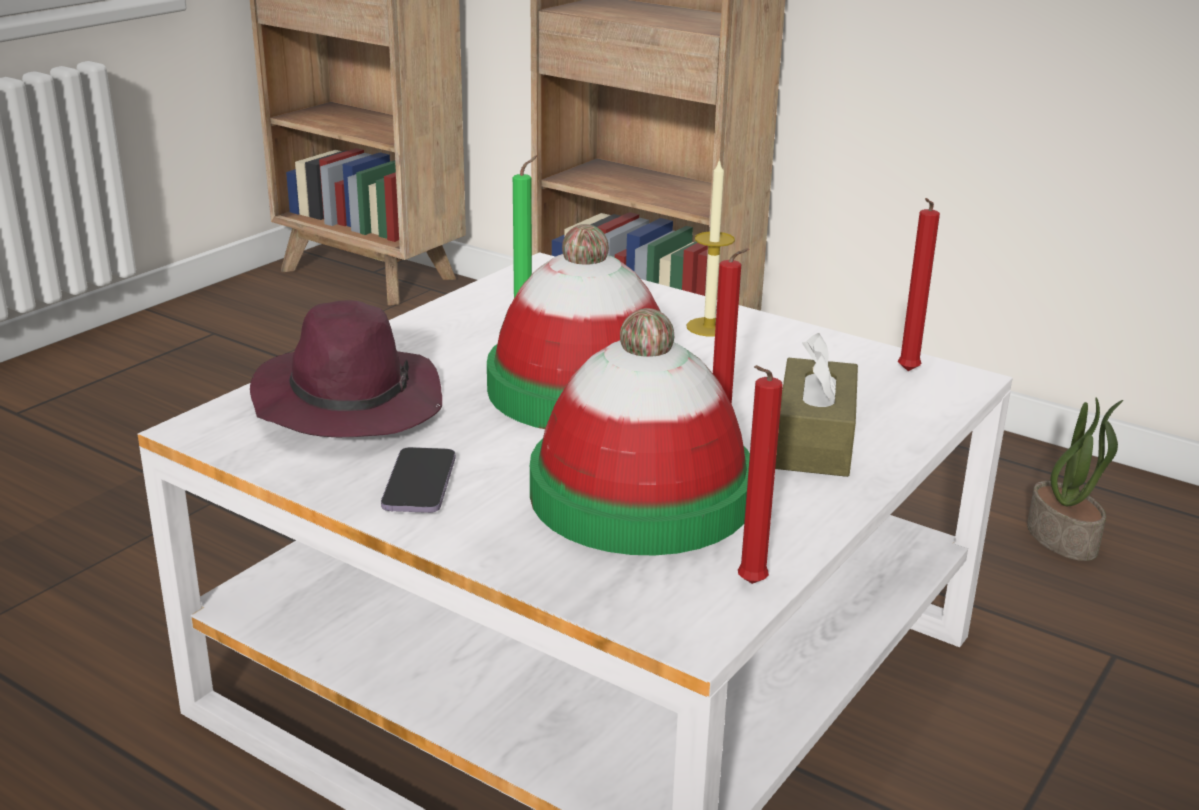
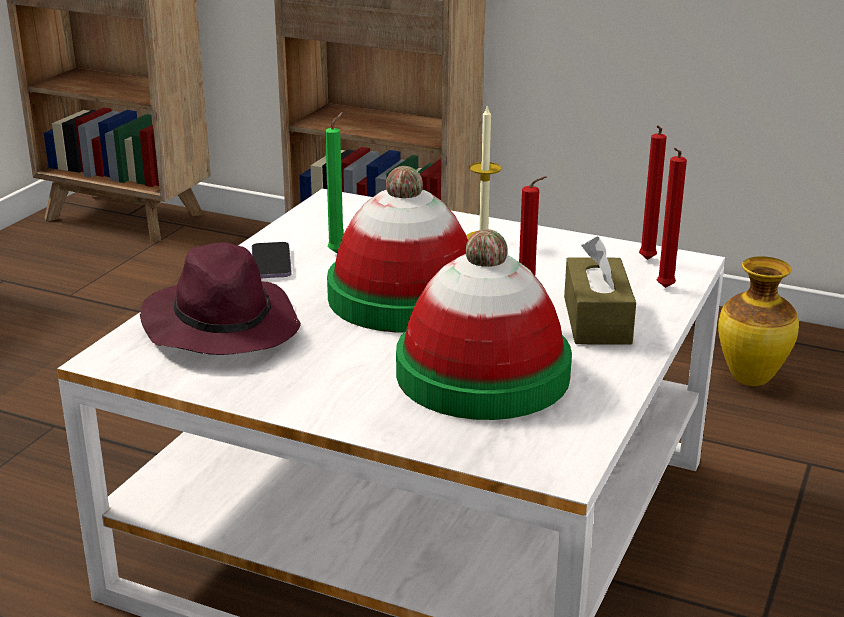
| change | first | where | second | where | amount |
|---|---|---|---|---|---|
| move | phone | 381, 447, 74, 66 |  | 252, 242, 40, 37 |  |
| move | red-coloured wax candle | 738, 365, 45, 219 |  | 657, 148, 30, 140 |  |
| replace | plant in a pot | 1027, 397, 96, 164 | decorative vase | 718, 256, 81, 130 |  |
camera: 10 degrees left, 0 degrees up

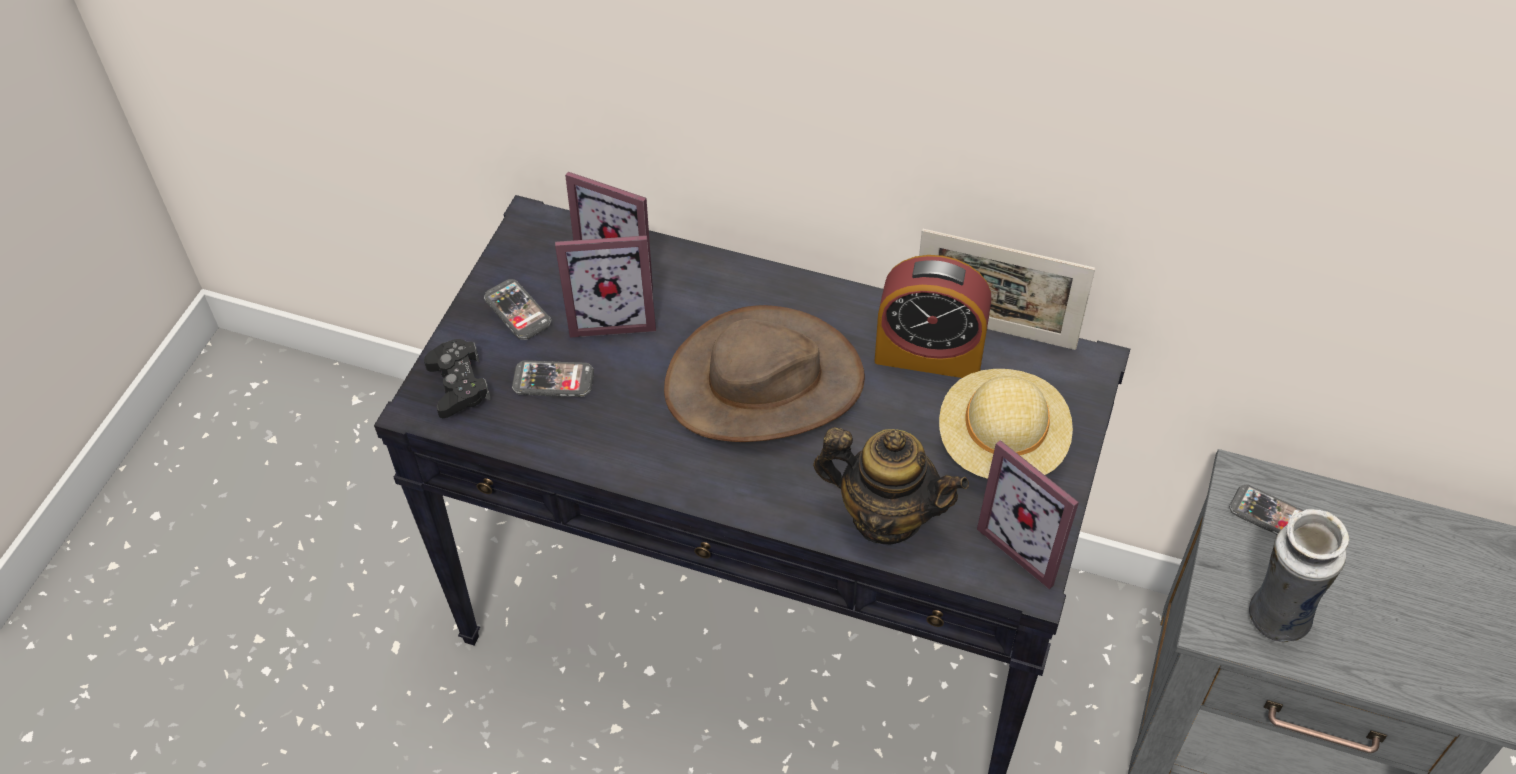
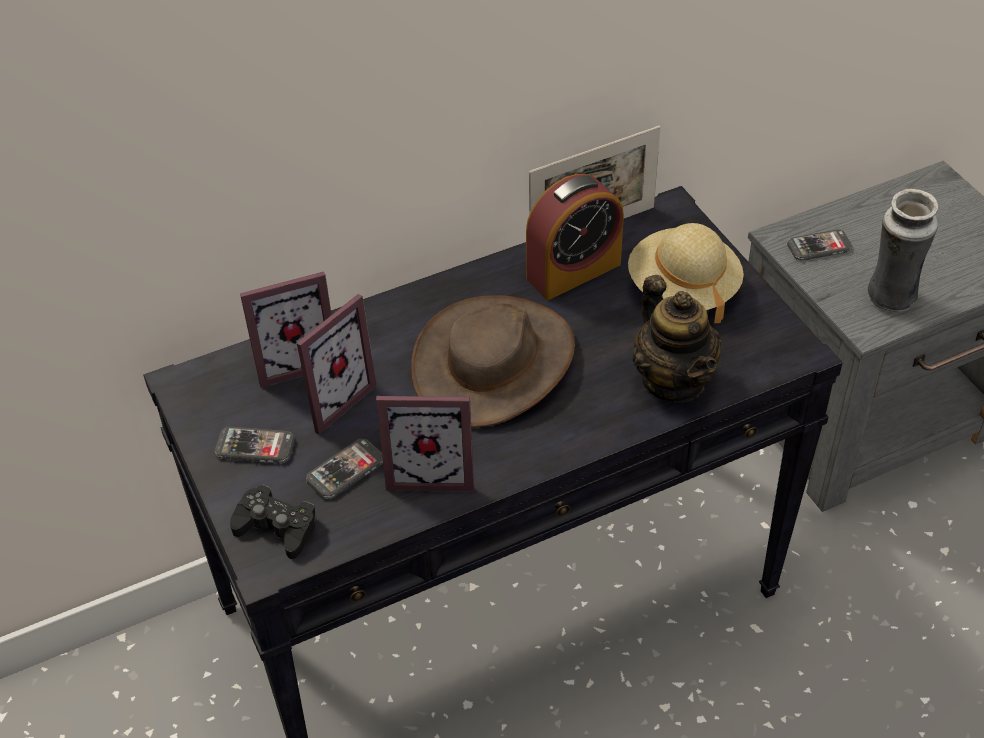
| change | first | where | second | where | amount |
|---|---|---|---|---|---|
| rotate | teapot | 813, 427, 156, 117 |  | 632, 275, 89, 128 | 90 degrees clockwise |
| move | picture frame | 977, 440, 102, 149 |  | 376, 396, 98, 96 |  |
camera: 45 degrees left, 5 degrees down

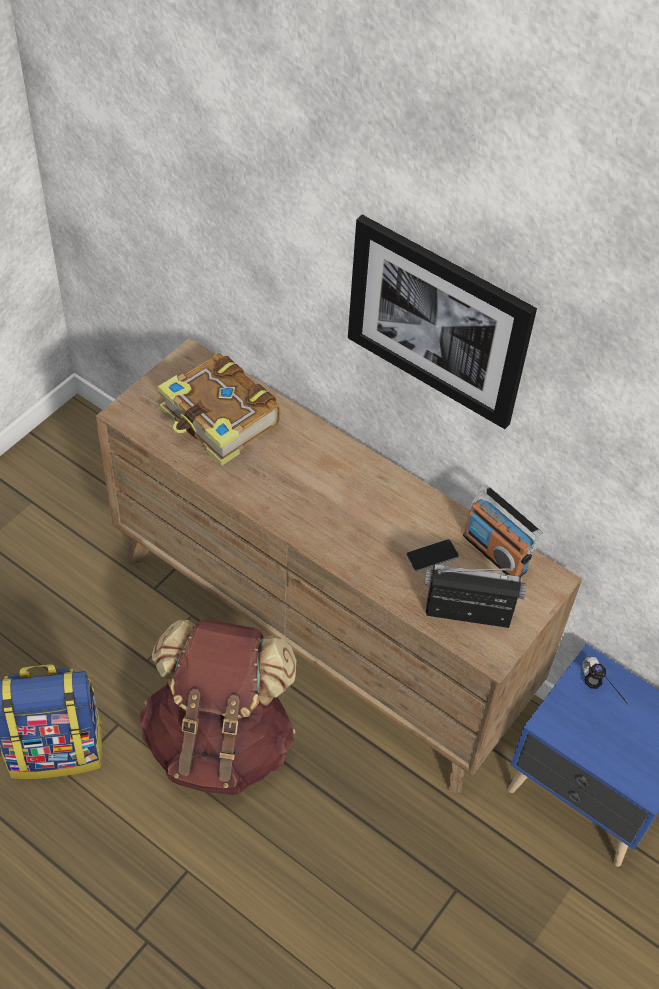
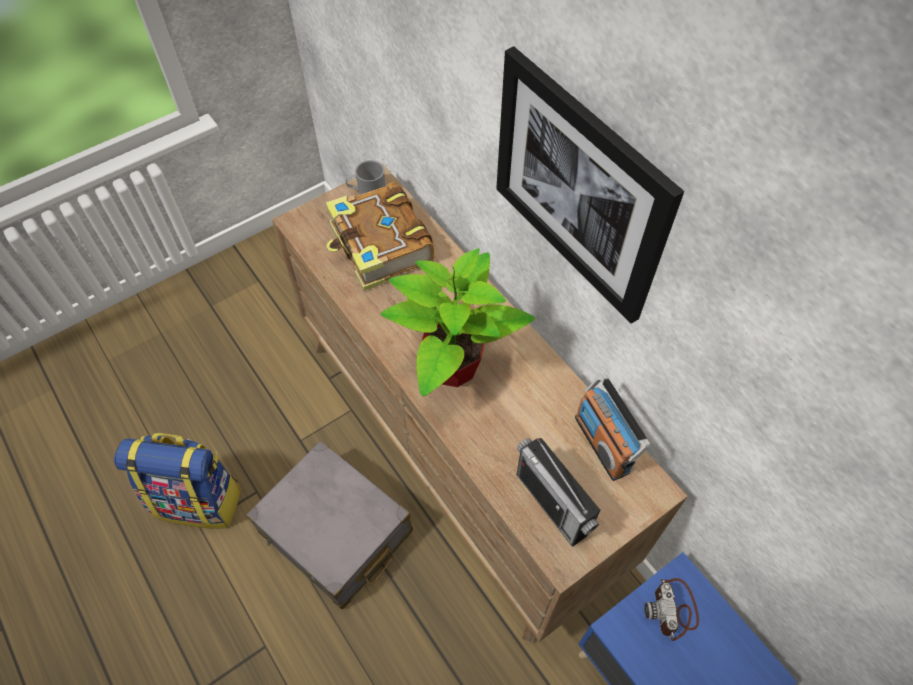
| change | first | where | second | where | amount |
|---|---|---|---|---|---|
| replace | brownish knapsack | 140, 619, 156, 176 | grey piece of luggage | 246, 441, 167, 168 |  |
| delete | phone | 406, 539, 53, 33 |  |  |  |
| rotate | radio receiver | 424, 564, 102, 64 |  | 517, 438, 83, 109 | 150 degrees counterclockwise |
| replace | headset | 581, 656, 48, 49 | photo camera | 644, 578, 55, 63 |  |
| insert |  |  | grey coffee mug | 346, 160, 40, 35 |  |
| insert |  |  | plant in a pot | 380, 248, 155, 148 |  |
camera: 20 degrees right, 5 degrees up

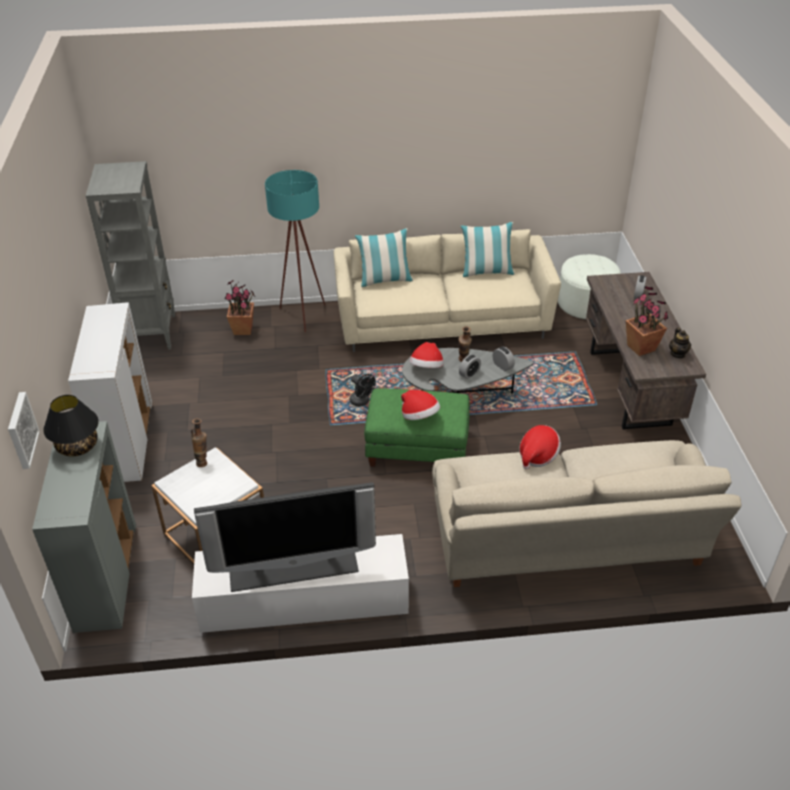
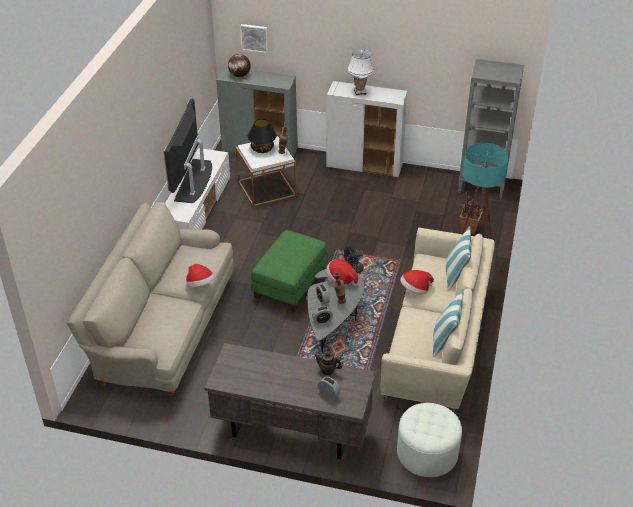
| change | first | where | second | where | amount |
|---|---|---|---|---|---|
| move | blackish tabletop lamp | 43, 395, 56, 61 |  | 248, 119, 29, 34 |  |
| move | clothing hat | 401, 390, 39, 30 |  | 400, 270, 34, 24 |  |
| delete | plant in a pot | 626, 286, 42, 70 |  |  |  |
| move | teapot | 669, 327, 22, 32 |  | 314, 352, 28, 23 |  |
| insert |  |  | world globe | 228, 54, 23, 23 |  |
| insert |  |  | white tabletop lamp | 348, 49, 26, 46 |  |
camera: 110 degrees right, 0 degrees up

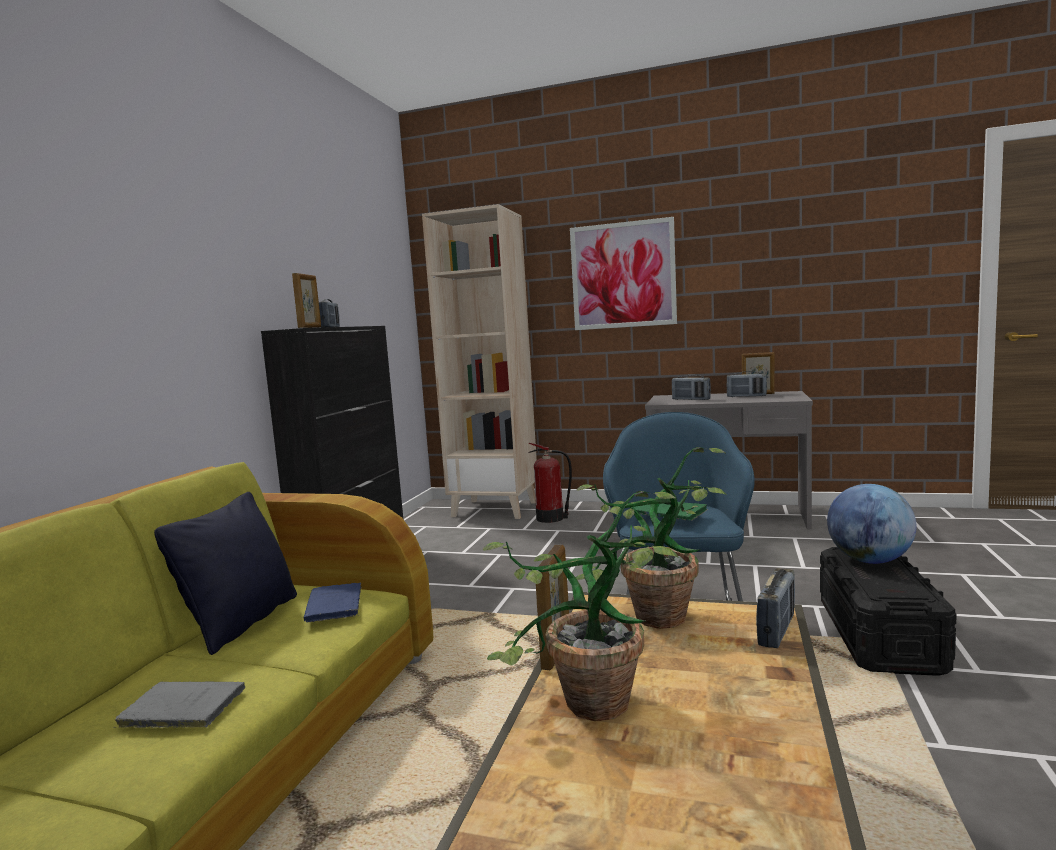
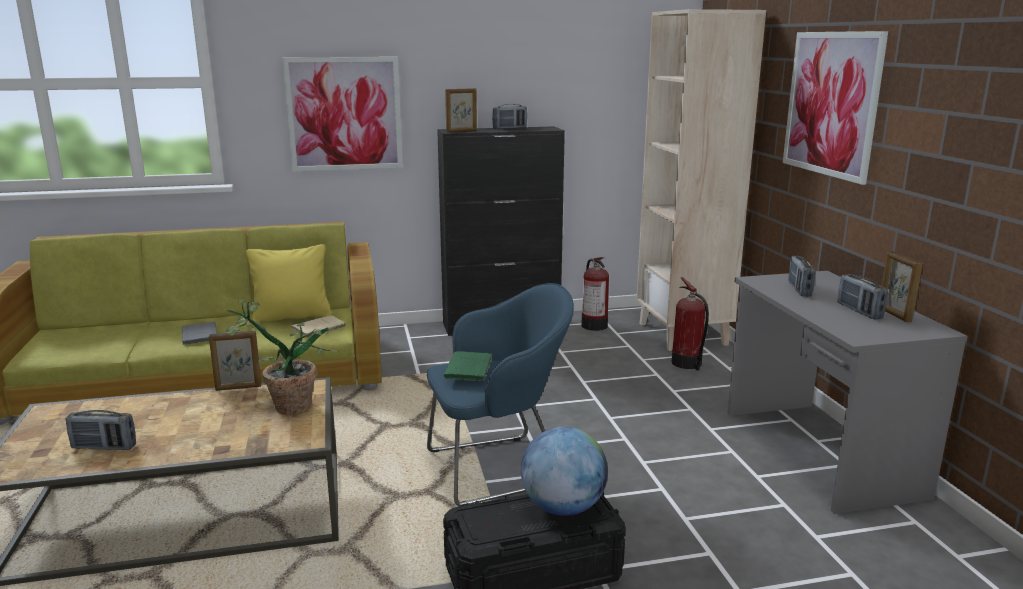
| change | first | where | second | where | amount |
|---|---|---|---|---|---|
| recolor | blackish cushion | 154, 492, 143, 163 | yellow-coloured cushion | 246, 244, 86, 79 |  |
| recolor | bluish volume | 304, 583, 57, 40 | beige-coloured volume | 291, 315, 55, 22 |  |
| delete | plant in a pot | 483, 491, 196, 230 |  |  |  |
| move | radio receiver | 756, 568, 39, 80 |  | 66, 410, 70, 40 |  |
| insert |  |  | wall art | 282, 57, 121, 115 |  |
| insert |  |  | fire extinguisher | 581, 257, 28, 74 |  |
camera: 60 degrees right, 10 degrees up

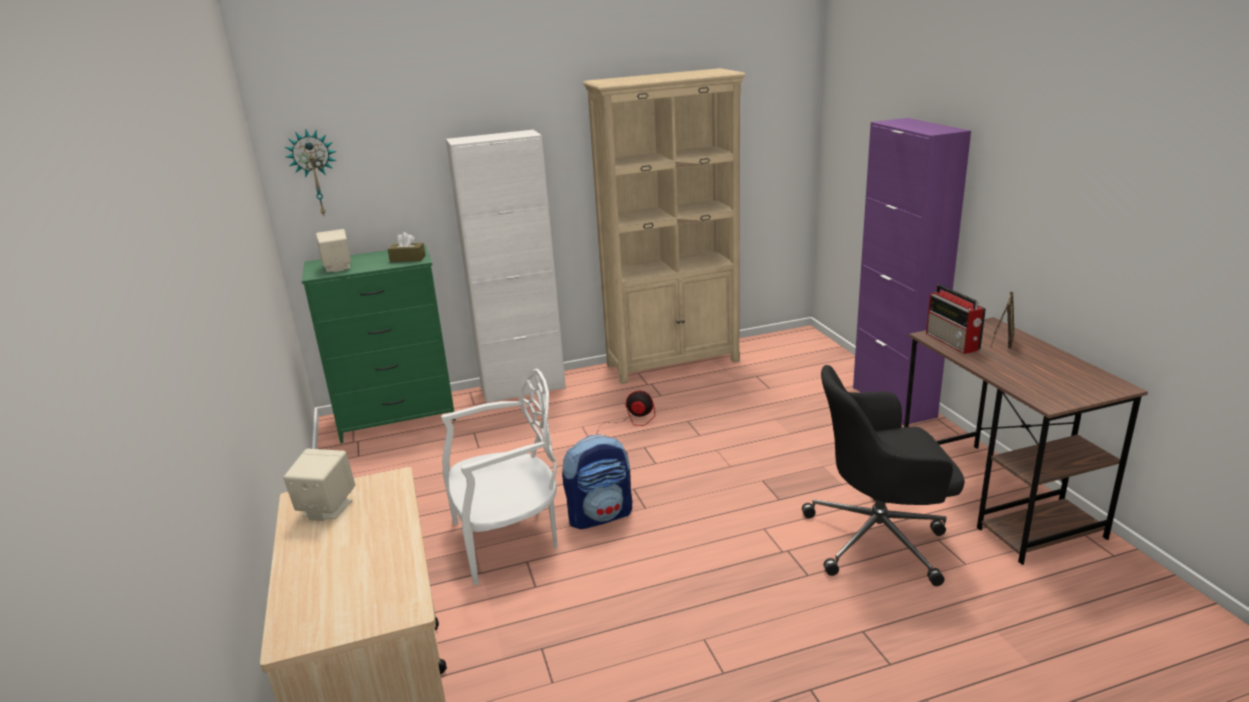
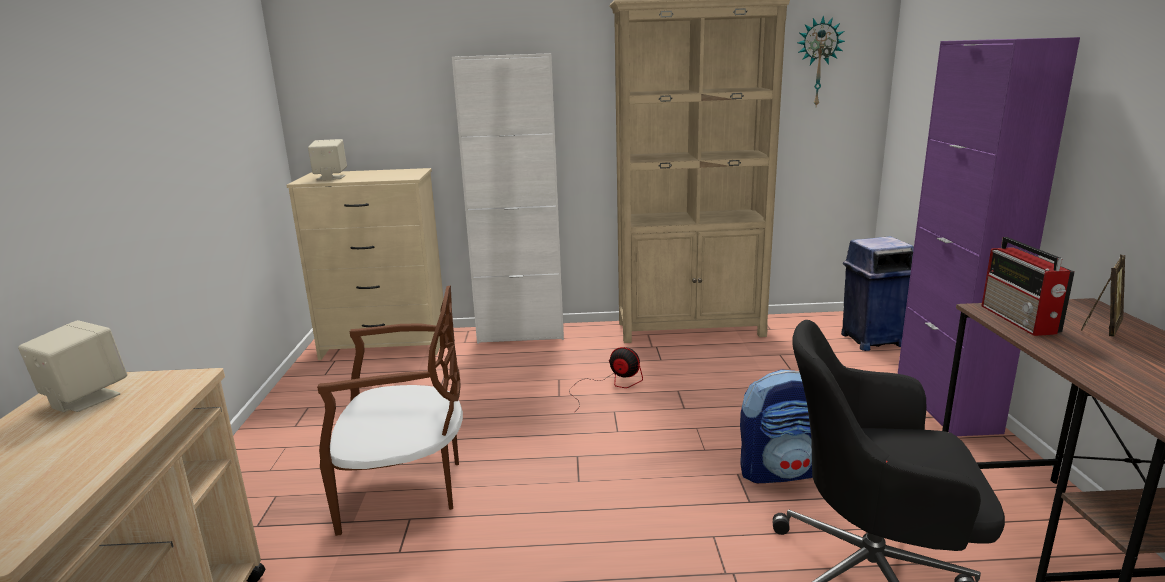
| change | first | where | second | where | amount |
|---|---|---|---|---|---|
| move | hanging clock | 285, 130, 52, 86 |  | 797, 15, 48, 91 |  |
| recolor | green dresser | 302, 245, 154, 198 | beige-coloured dresser | 286, 168, 158, 192 |  |
| delete | brownish tissue holder | 388, 232, 38, 30 |  |  |  |
| recolor | white chair | 441, 368, 117, 218 | brownish chair | 317, 285, 146, 251 |  |
| move | knapsack | 562, 435, 70, 94 |  | 740, 370, 73, 113 |  |
| insert |  |  | bluish waste bin | 841, 236, 73, 115 |  |
camera: 15 degrees right, 5 degrees down

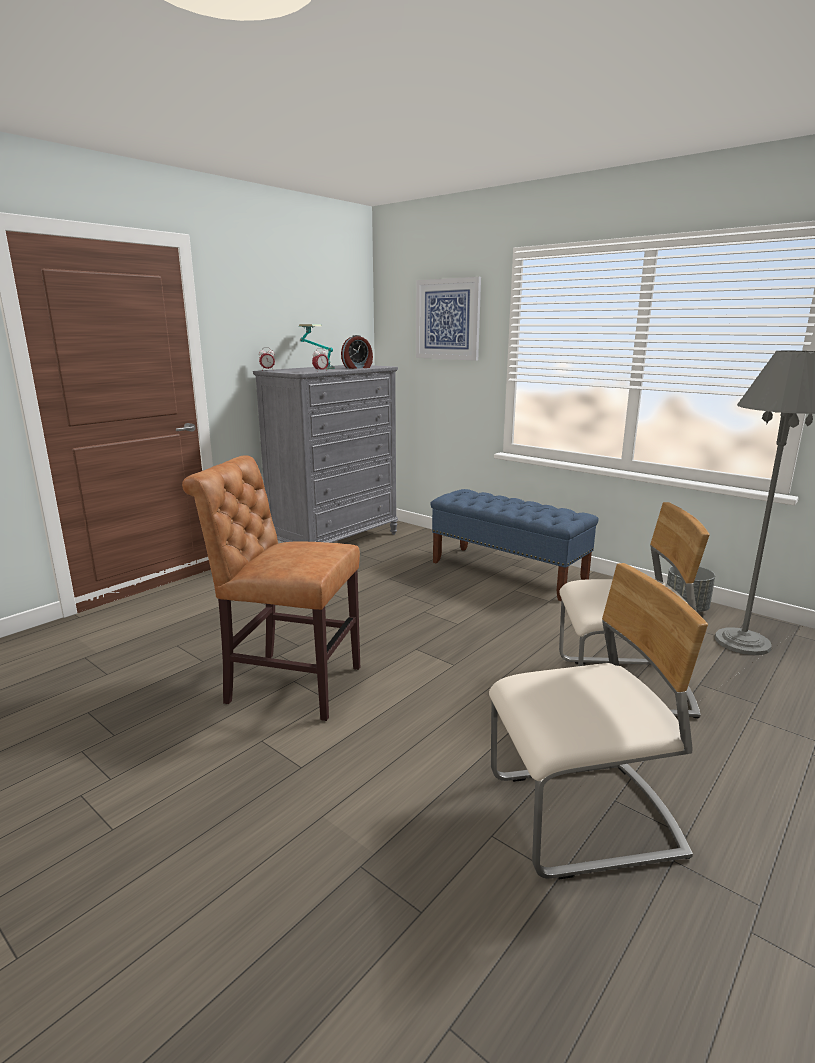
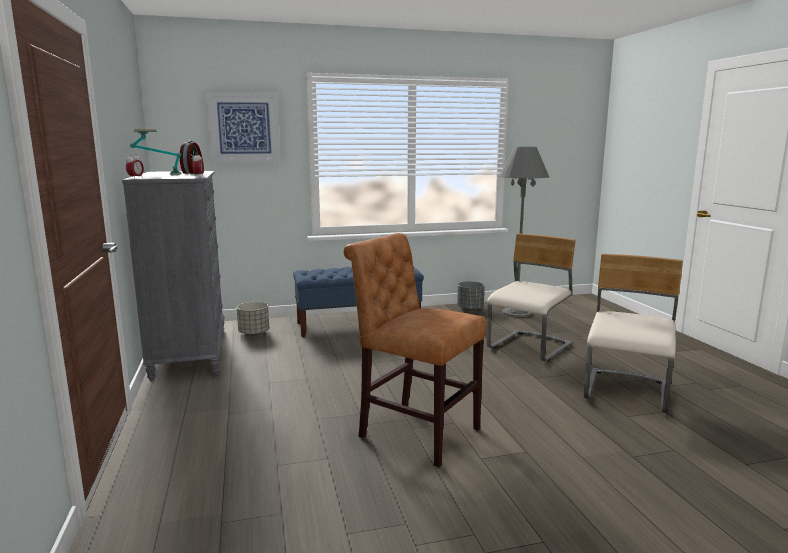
| change | first | where | second | where | amount |
|---|---|---|---|---|---|
| rotate | brownish chair | 182, 455, 178, 266 |  | 344, 233, 143, 234 | 75 degrees clockwise |
| insert |  |  | grey plant pot | 237, 302, 32, 34 |  |
camera: 55 degrees left, 5 degrees down

